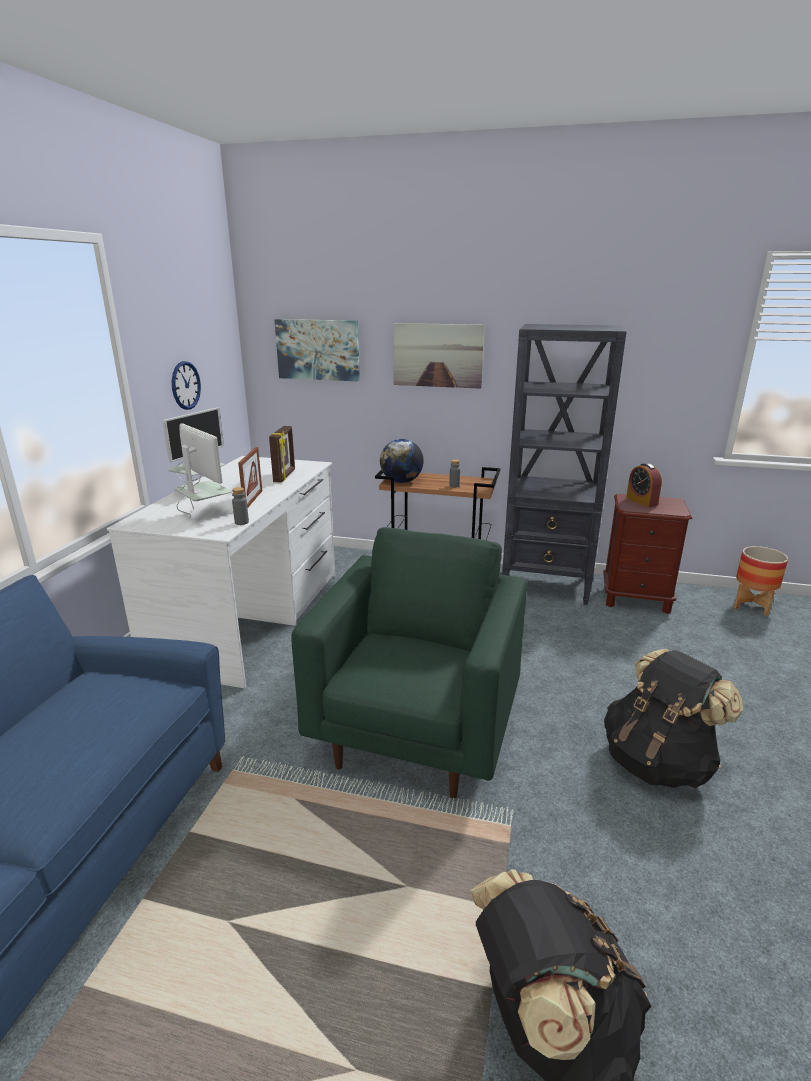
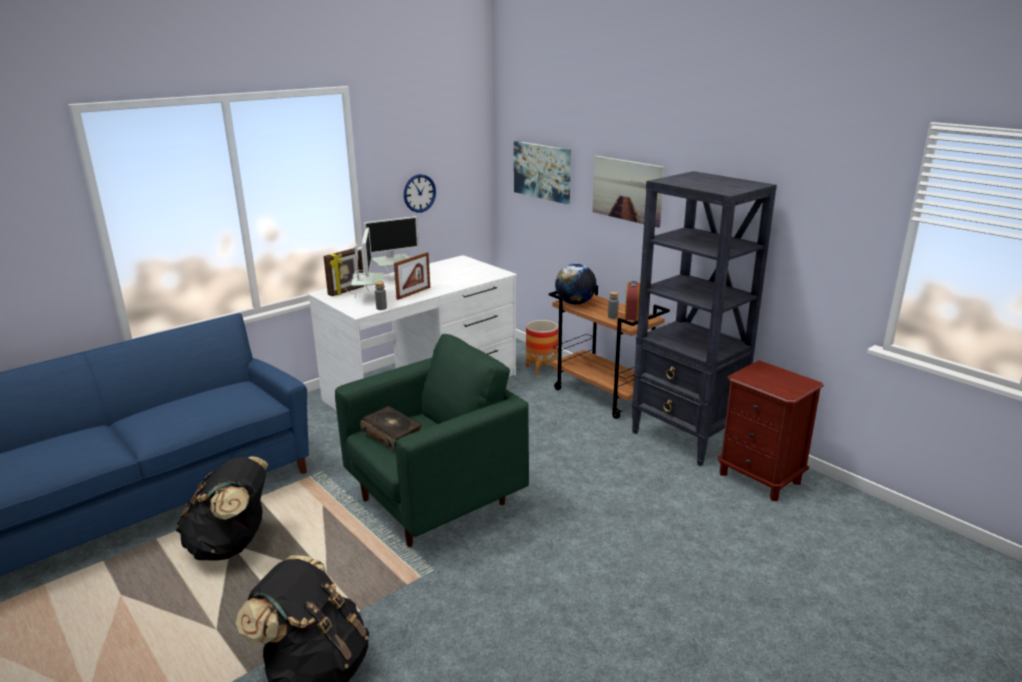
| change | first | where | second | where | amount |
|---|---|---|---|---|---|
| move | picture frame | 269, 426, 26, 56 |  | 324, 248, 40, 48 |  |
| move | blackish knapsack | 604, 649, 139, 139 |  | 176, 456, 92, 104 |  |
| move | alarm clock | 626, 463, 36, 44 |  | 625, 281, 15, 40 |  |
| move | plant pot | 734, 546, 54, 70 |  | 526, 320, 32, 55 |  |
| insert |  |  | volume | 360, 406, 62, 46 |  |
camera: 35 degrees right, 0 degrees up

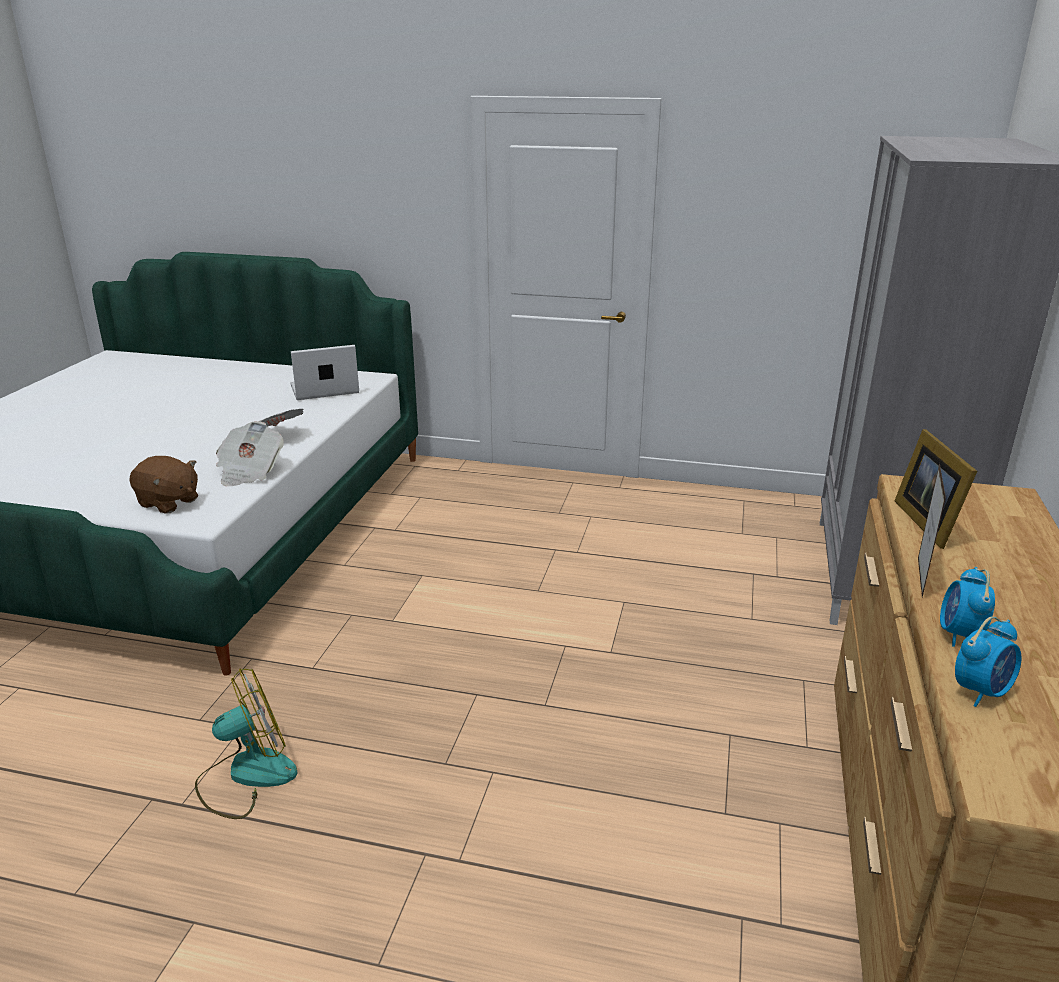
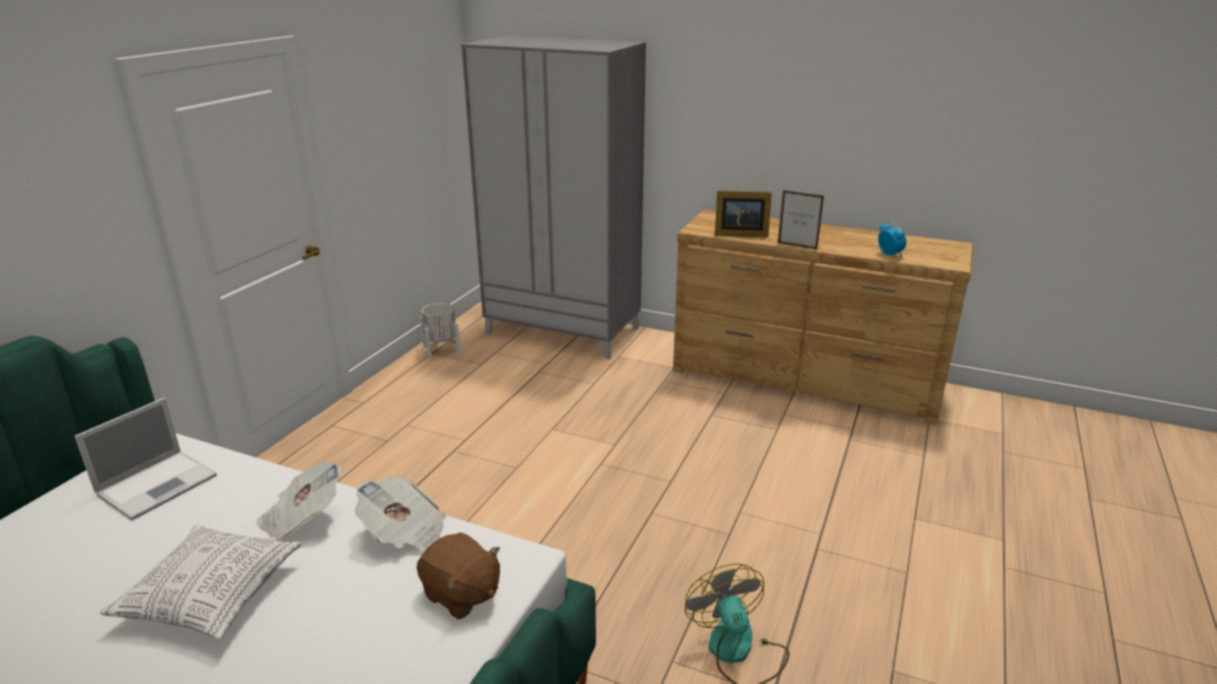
| change | first | where | second | where | amount |
|---|---|---|---|---|---|
| rotate | brownish plush toy | 129, 456, 69, 58 |  | 417, 532, 83, 87 | 90 degrees clockwise |
| rotate | notebook computer | 291, 345, 68, 55 |  | 74, 398, 143, 123 | 135 degrees counterclockwise |
| delete | alarm clock | 940, 567, 55, 80 |  |  |  |
| insert |  |  | cushion | 100, 525, 202, 116 |  |
| insert |  |  | white plant pot | 420, 303, 41, 57 |  |
camera: 80 degrees left, 0 degrees up

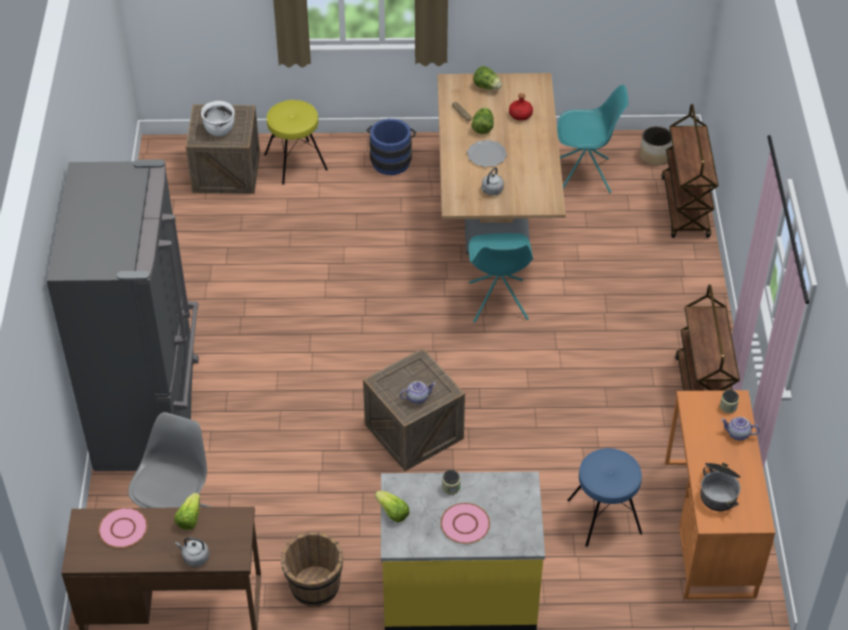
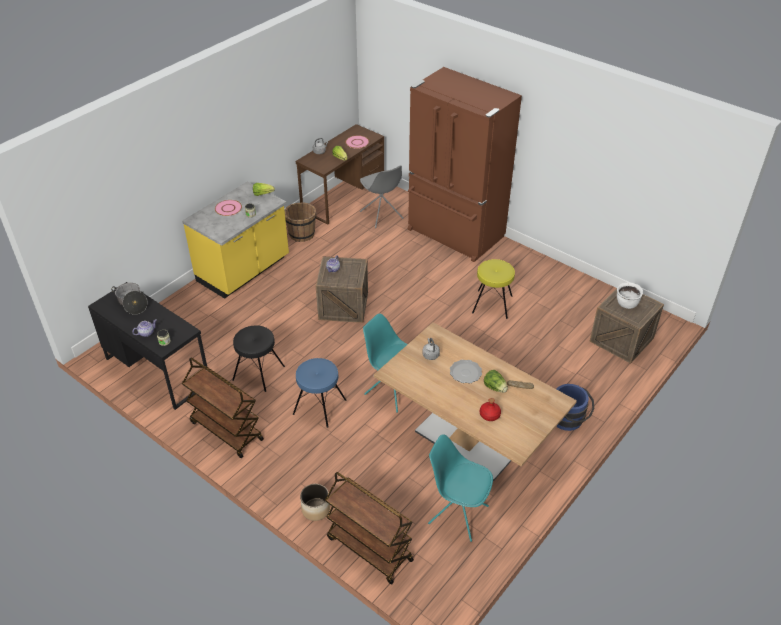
| change | first | where | second | where | amount |
|---|---|---|---|---|---|
| recolor | grey kitchen fridge | 46, 160, 153, 311 | brownish kitchen fridge | 408, 67, 114, 195 |  |
| move | yellow-coloured stool | 264, 100, 64, 85 |  | 472, 259, 43, 60 |  |
| delete | head of lettuce | 473, 66, 29, 24 |  |  |  |
| rotate | turquoise chair | 557, 85, 71, 108 |  | 428, 434, 65, 108 | 75 degrees clockwise |
| move | bluish stool | 567, 448, 75, 99 |  | 293, 358, 53, 70 |  |
| move | plant pot | 640, 126, 32, 40 |  | 300, 484, 30, 37 |  |
| recolor | orange-coloured desk unit | 665, 390, 110, 209 | blackish desk unit | 88, 282, 119, 128 |  |
| insert |  |  | blackish stool | 232, 325, 53, 67 |  |
camera: 130 degrees right, 5 degrees down

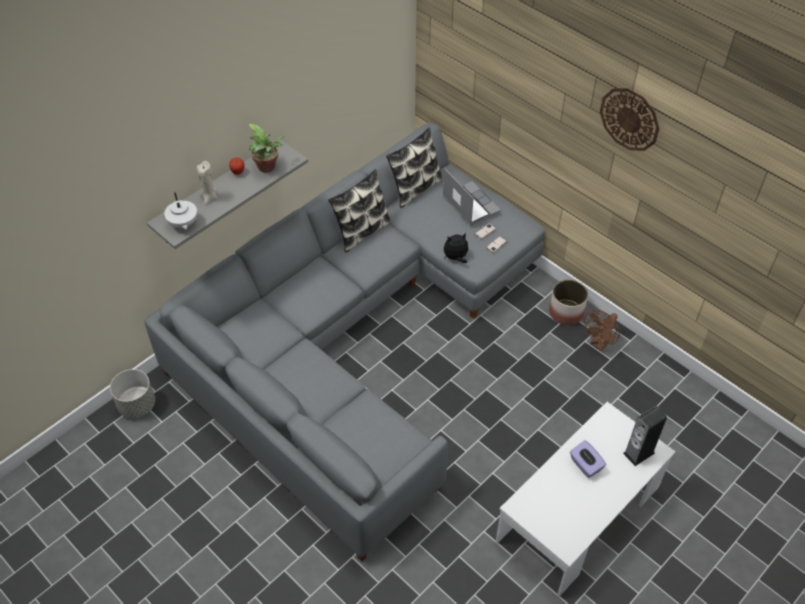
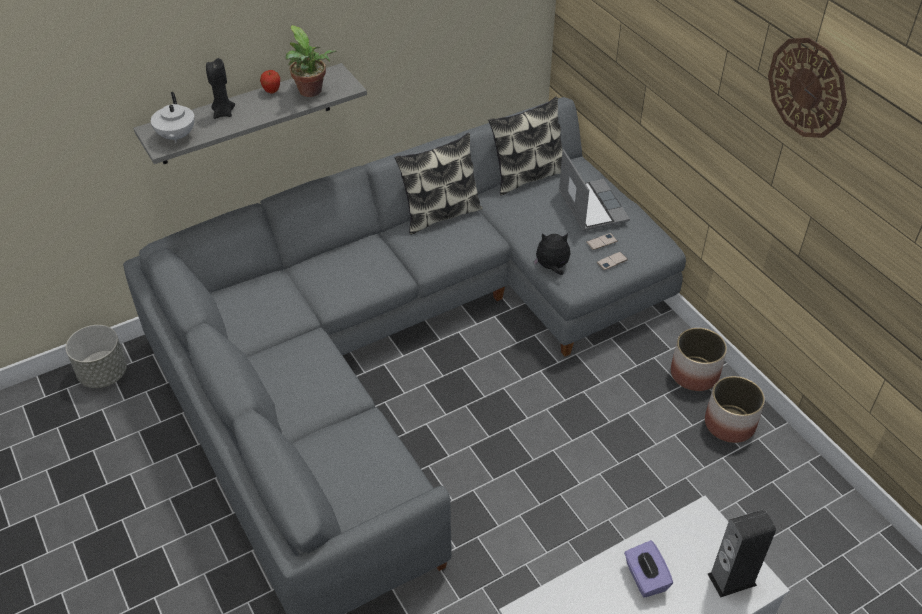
| change | first | where | second | where | amount |
|---|---|---|---|---|---|
| recolor | beige-coloured wax candle | 197, 161, 20, 43 | blackish wax candle | 206, 58, 29, 61 |  |
| replace | brownish electric fan | 584, 310, 35, 41 | plant pot | 705, 376, 60, 67 |  |
camera: 15 degrees right, 5 degrees down

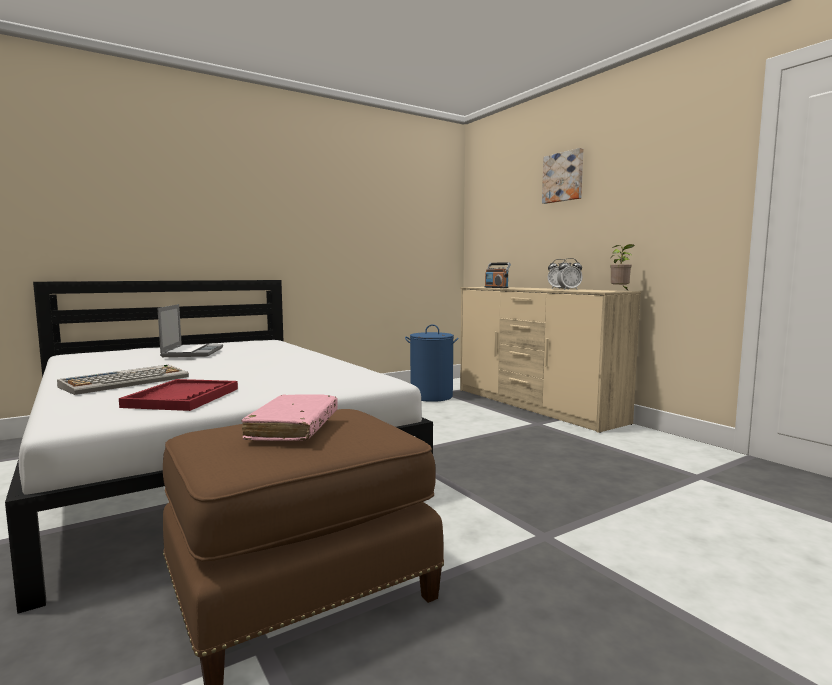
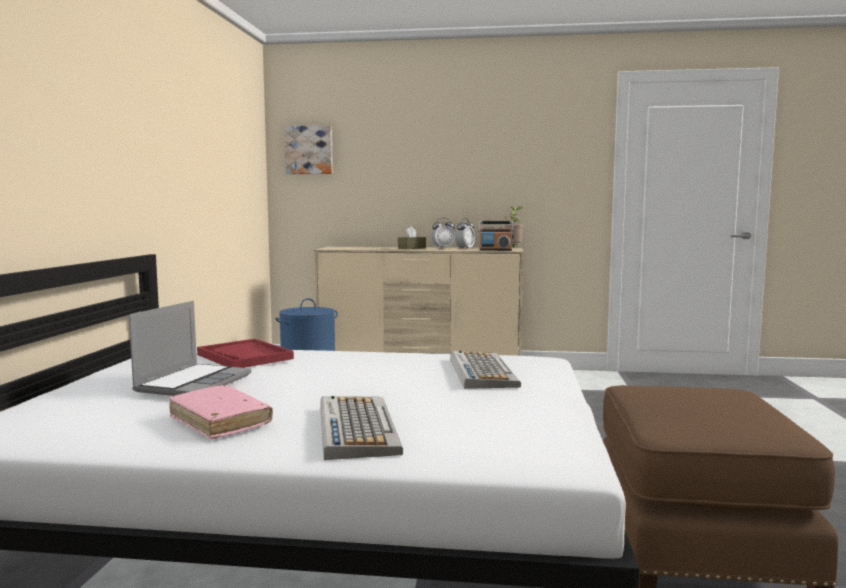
| change | first | where | second | where | amount |
|---|---|---|---|---|---|
| move | red-coloured serving tray | 119, 379, 119, 32 |  | 197, 339, 97, 29 |  |
| rotate | notebook computer | 157, 304, 66, 53 |  | 129, 301, 122, 95 | 75 degrees clockwise |
| move | pink volume | 242, 394, 96, 47 |  | 169, 385, 104, 54 |  |
| move | radio receiver | 485, 262, 26, 26 |  | 478, 221, 36, 30 |  |
| move | wall art | 542, 148, 41, 56 |  | 284, 125, 49, 49 |  |
| insert |  |  | brownish tissue holder | 398, 226, 28, 23 |  |
| insert |  |  | computer keyboard | 450, 351, 71, 38 |  |
camera: 50 degrees left, 0 degrees up

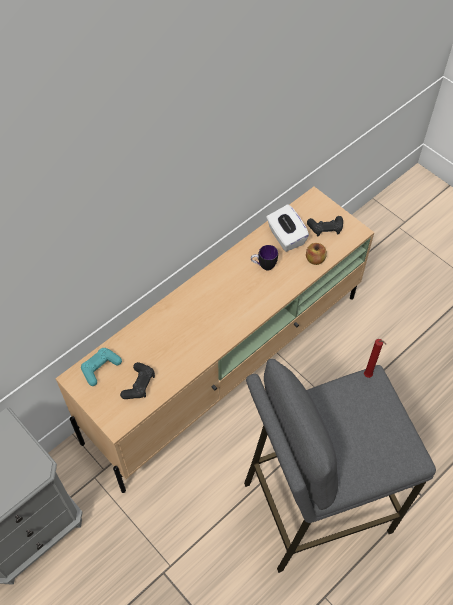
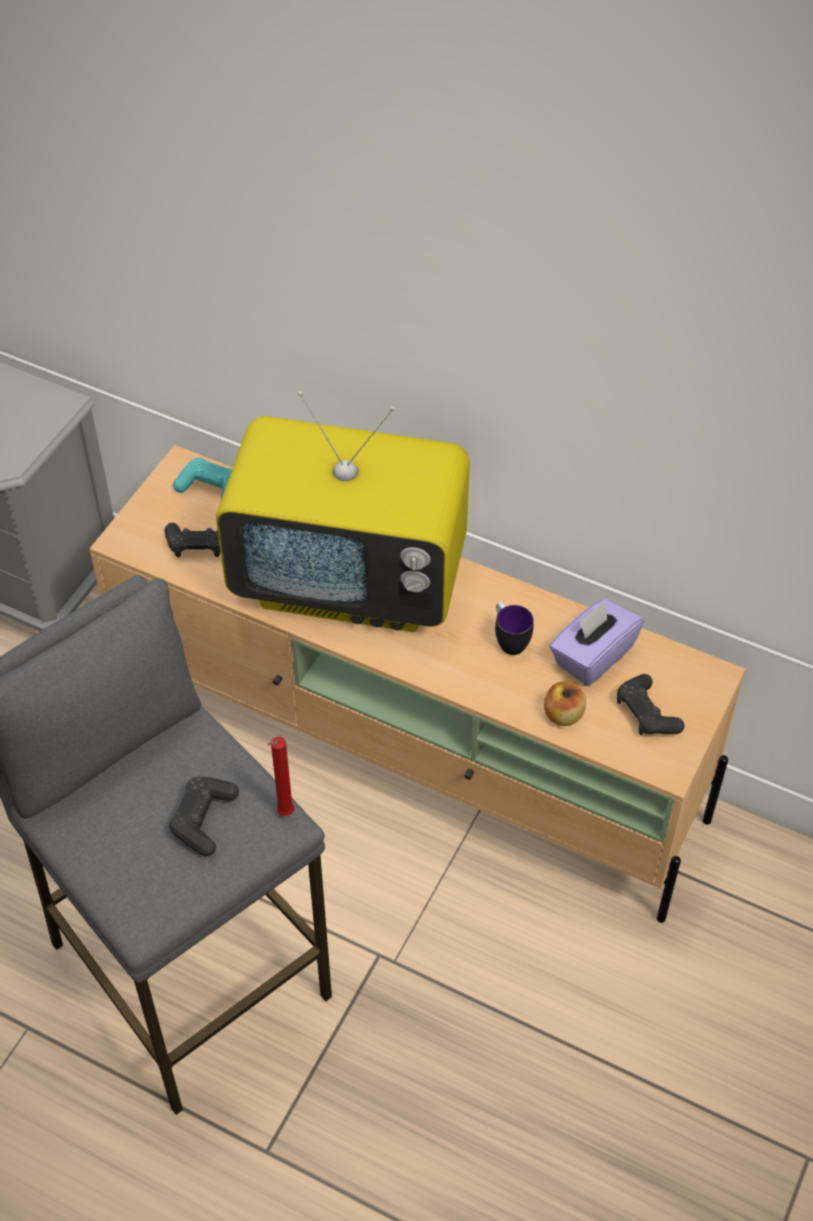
| change | first | where | second | where | amount |
|---|---|---|---|---|---|
| recolor | white tissue holder | 266, 204, 43, 48 | purple-coloured tissue holder | 549, 599, 95, 87 |  |
| insert |  |  | blackish gamepad | 169, 777, 70, 79 |  |
| insert |  |  | television | 216, 391, 254, 241 |  |
camera: 70 degrees right, 5 degrees down

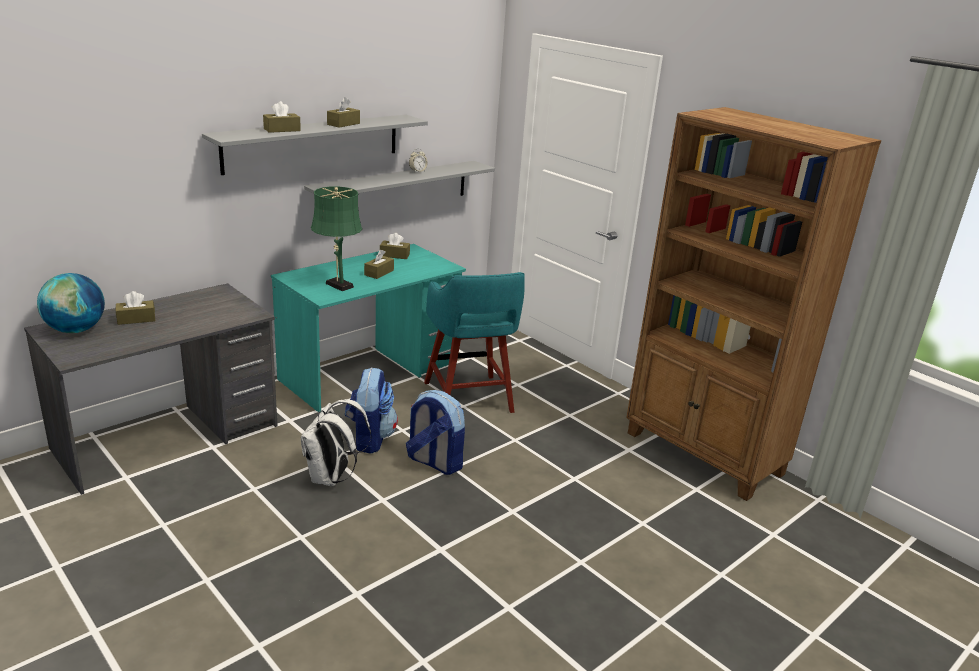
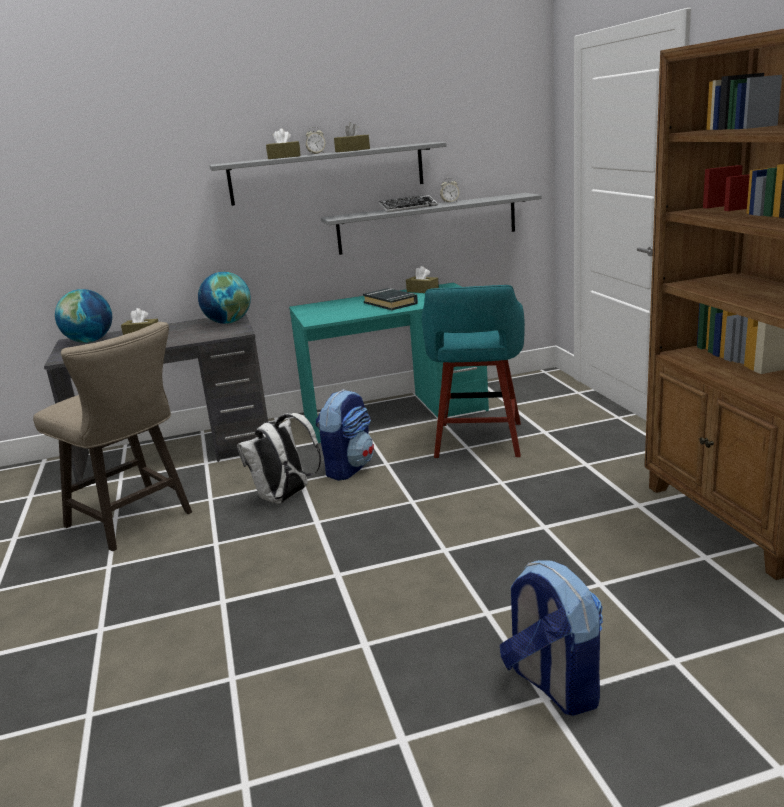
| change | first | where | second | where | amount |
|---|---|---|---|---|---|
| delete | green tabletop lamp | 311, 186, 51, 105 |  |  |  |
| replace | brownish tissue holder | 364, 250, 30, 29 | blackish volume | 363, 288, 55, 22 |  |
| move | knapsack | 406, 390, 59, 85 |  | 500, 560, 103, 156 |  |
| insert |  |  | beige-coloured stool | 33, 322, 159, 229 |  |
| insert |  |  | world globe | 198, 272, 53, 52 |  |
| insert |  |  | alarm clock | 306, 127, 20, 27 |  |
| insert |  |  | computer keyboard | 378, 195, 60, 17 |  |
camera: 30 degrees right, 5 degrees down

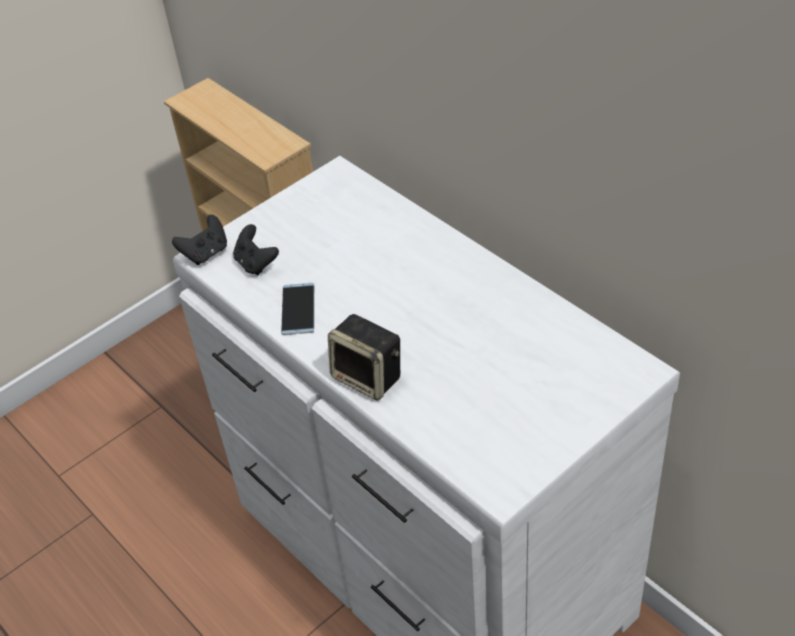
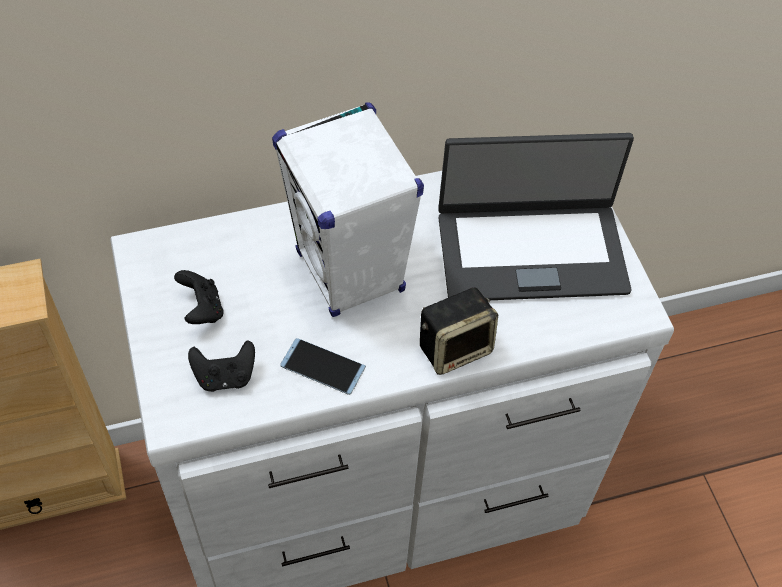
| change | first | where | second | where | amount |
|---|---|---|---|---|---|
| move | blackish gamepad | 172, 215, 55, 50 |  | 174, 270, 49, 54 |  |
| insert |  |  | white audio speaker | 272, 102, 152, 215 |  |
| insert |  |  | notebook computer | 438, 133, 196, 167 |  |
camera: 70 degrees left, 10 degrees up

